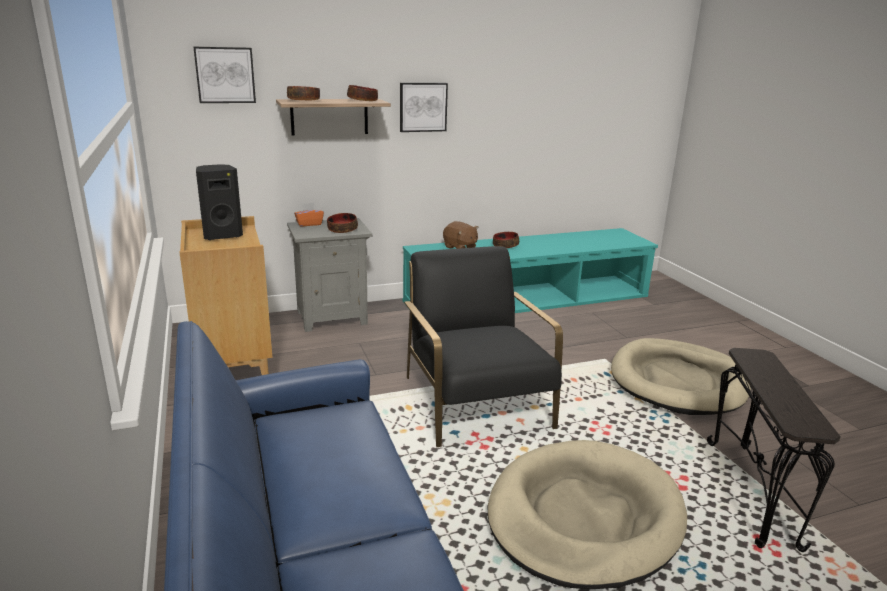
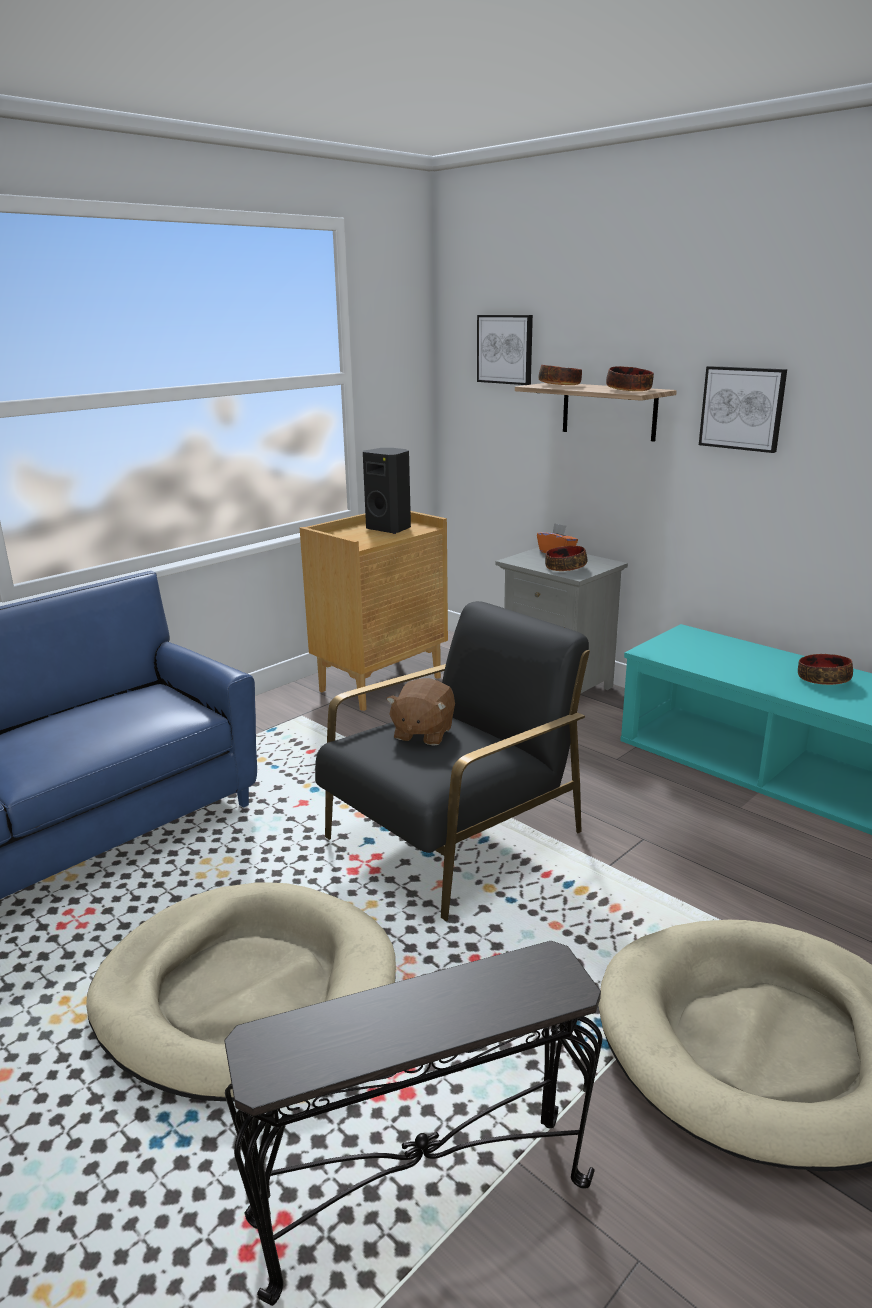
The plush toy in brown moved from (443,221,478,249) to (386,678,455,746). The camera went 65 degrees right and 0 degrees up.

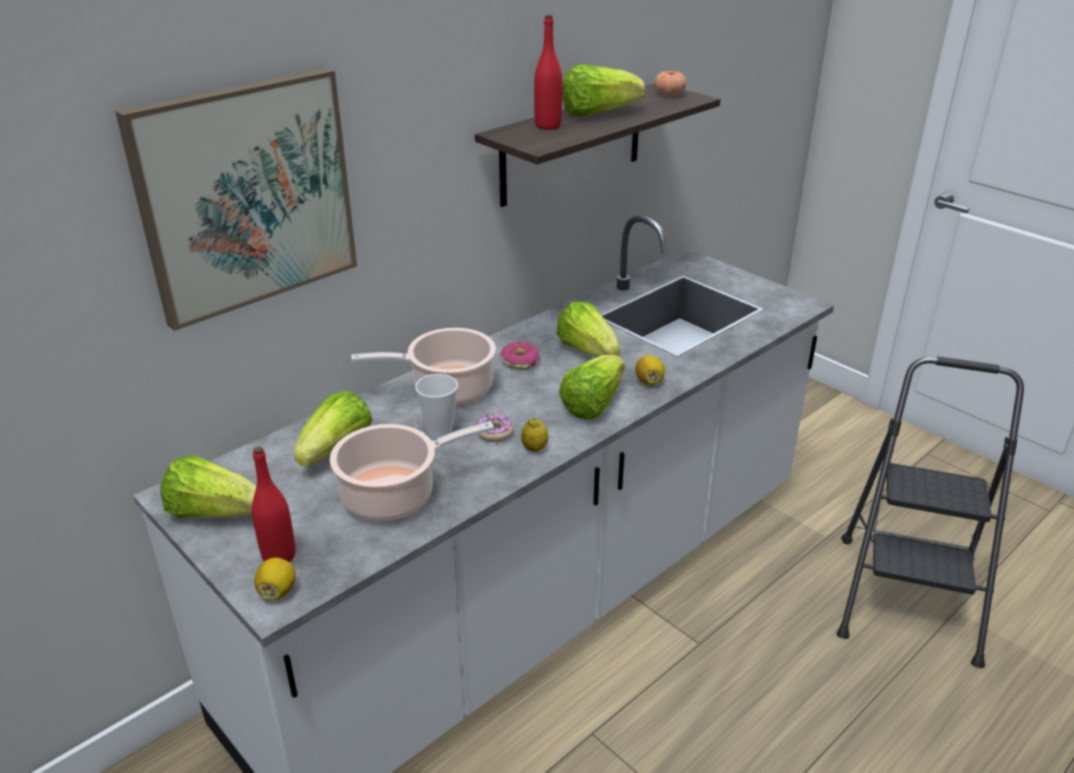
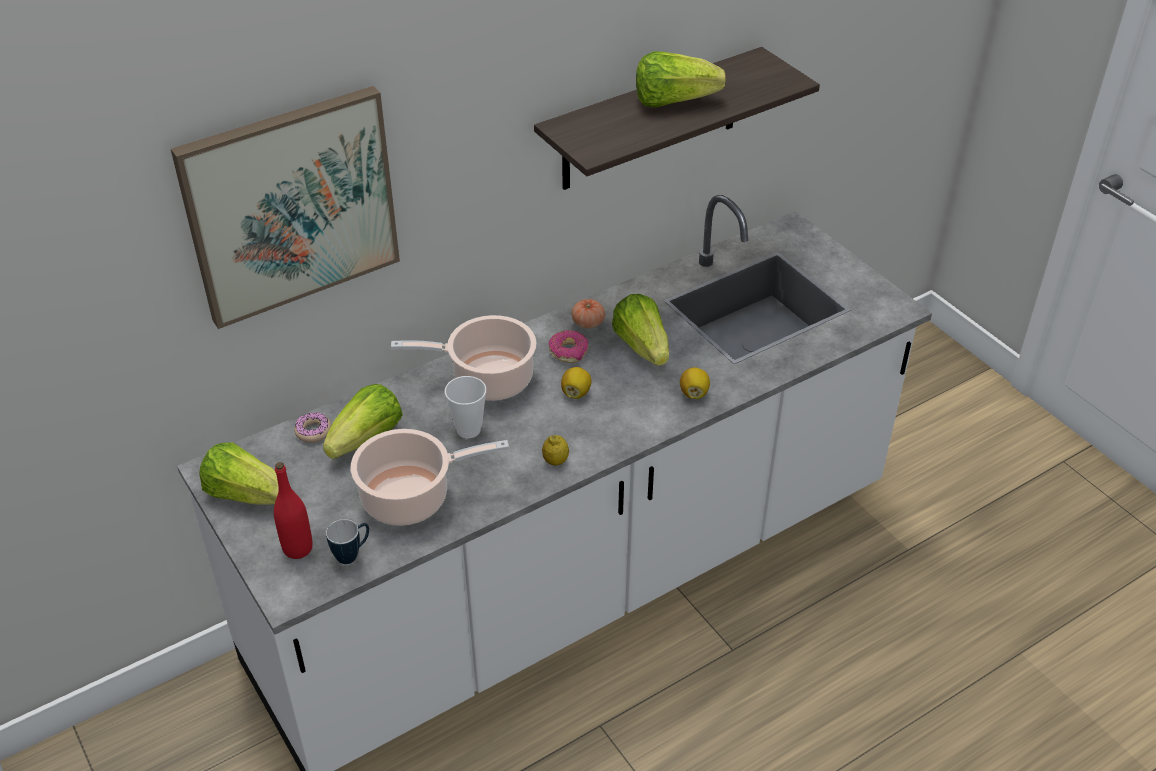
The donut moved from (477,414,514,442) to (294,412,332,443). The mug at (326,519,369,564) appeared. The lemon moved from (255,557,296,600) to (561,367,591,399). The tomato moved from (654,71,686,96) to (571,299,605,328). The bottle in red at (534,15,562,130) disappeared. The lettuce at (559,355,625,419) disappeared. The step ladder in black at (837,356,1024,668) disappeared. The camera went 10 degrees right and 10 degrees up.

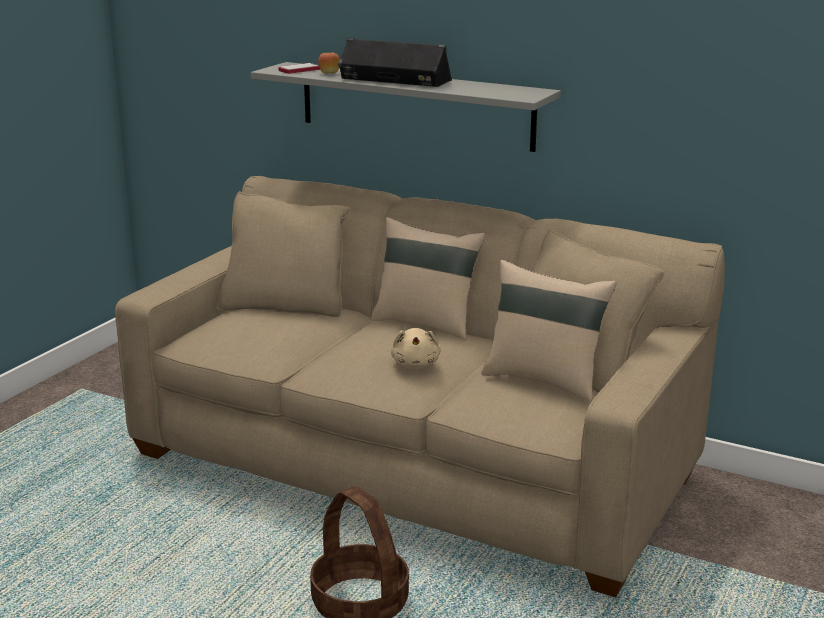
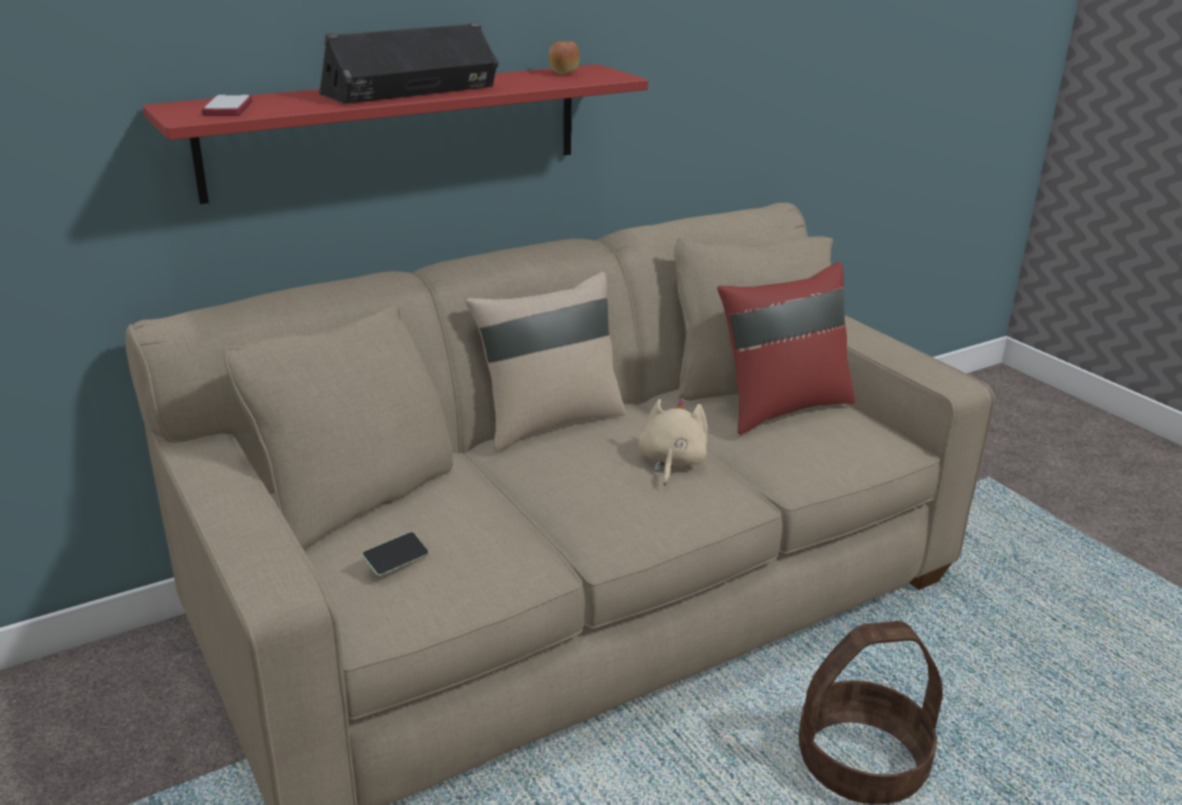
The shelf in grey at (251,62,561,152) became the shelf in red at (143,64,648,204). The phone at (361,532,429,576) appeared. The apple moved from (318,53,340,74) to (549,41,580,74). The plush toy in beige at (391,328,441,369) turned 105 degrees counterclockwise. The pillow in beige at (481,260,617,401) became the pillow in red at (717,262,855,435). The camera went 60 degrees left and 5 degrees up.

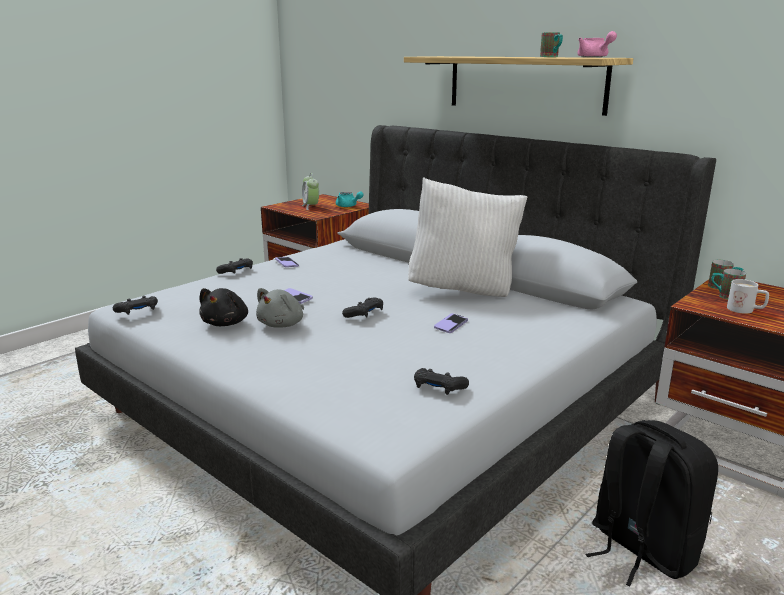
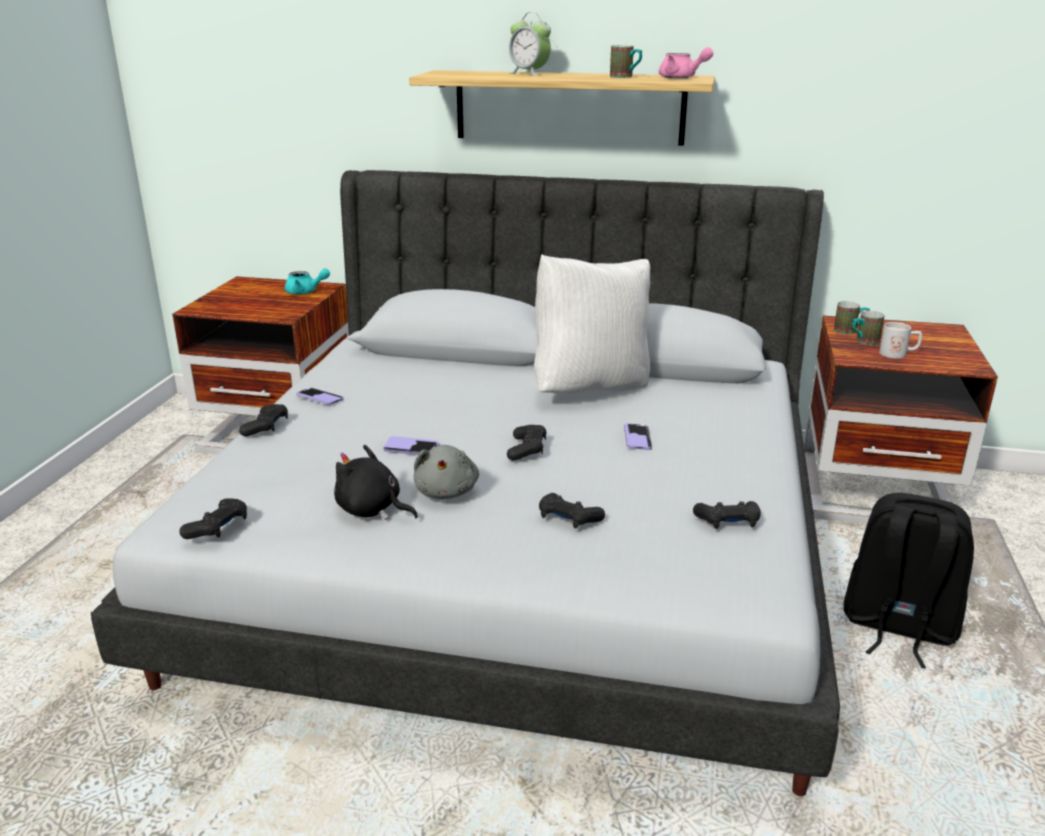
The plush toy in black at (199,288,248,326) turned 135 degrees clockwise. The alarm clock moved from (302,173,319,210) to (508,12,551,76). The game controller in black at (539,493,605,529) appeared. The camera went 30 degrees left and 5 degrees up.

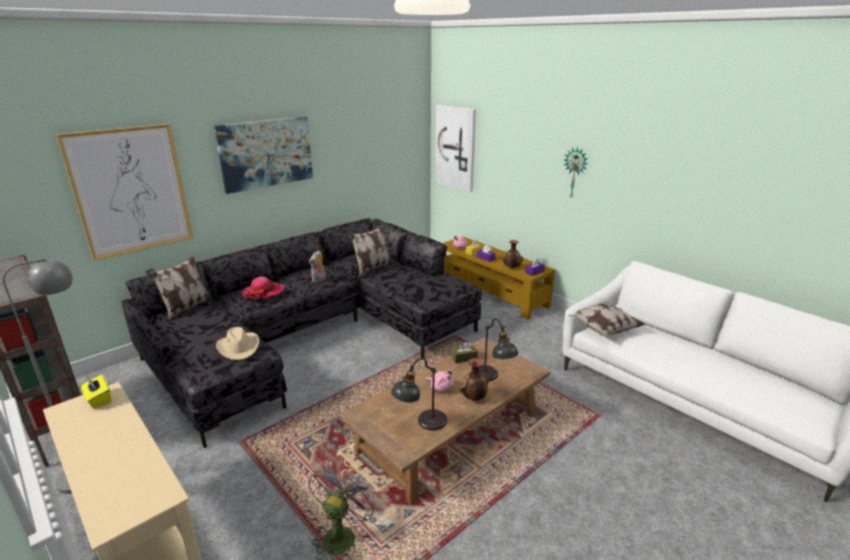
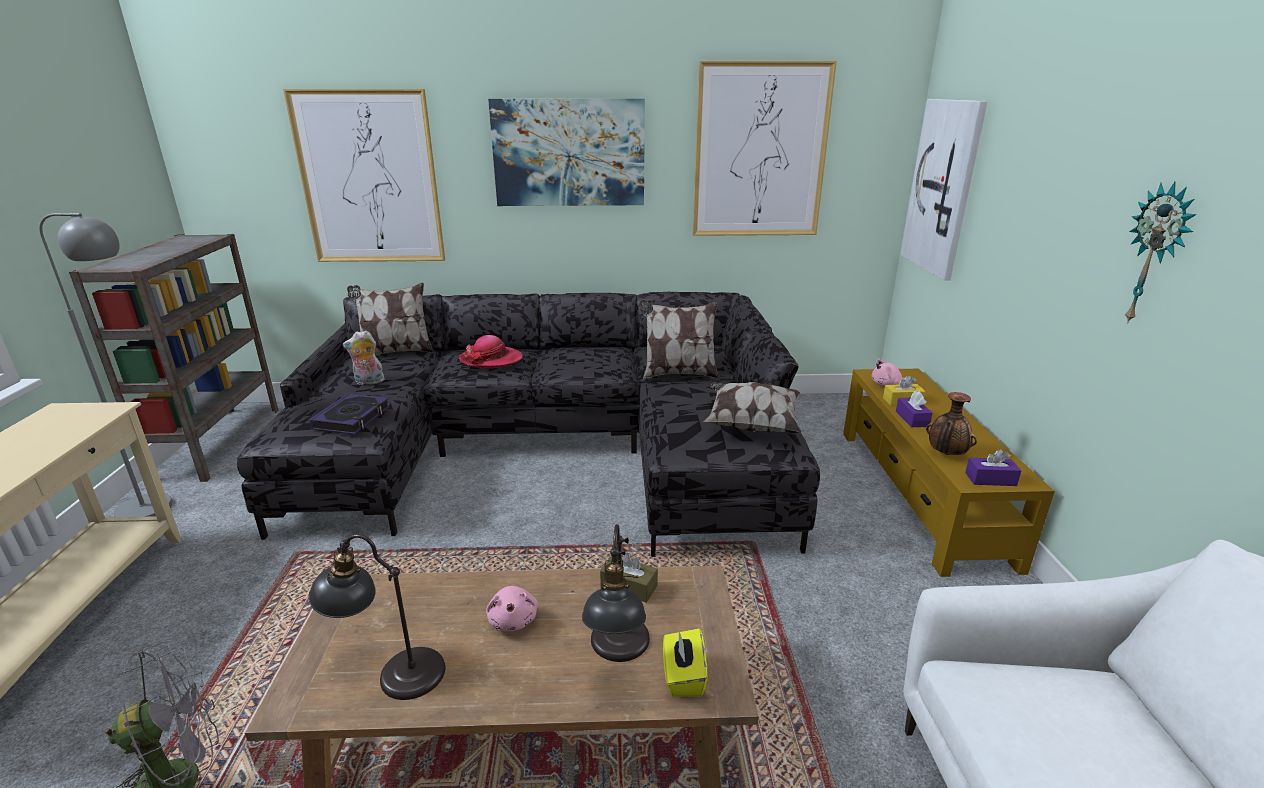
The hat in beige at (216,327,259,360) was replaced by the book at (310,394,390,435). The plush toy moved from (309,250,326,283) to (343,330,385,385). The tissue box in yellow moved from (81,374,111,408) to (663,629,708,696). The picture at (693,61,837,236) appeared. The pillow moved from (569,302,646,337) to (704,382,801,433). The vase at (460,358,489,400) disappeared. The camera went 40 degrees right and 0 degrees up.

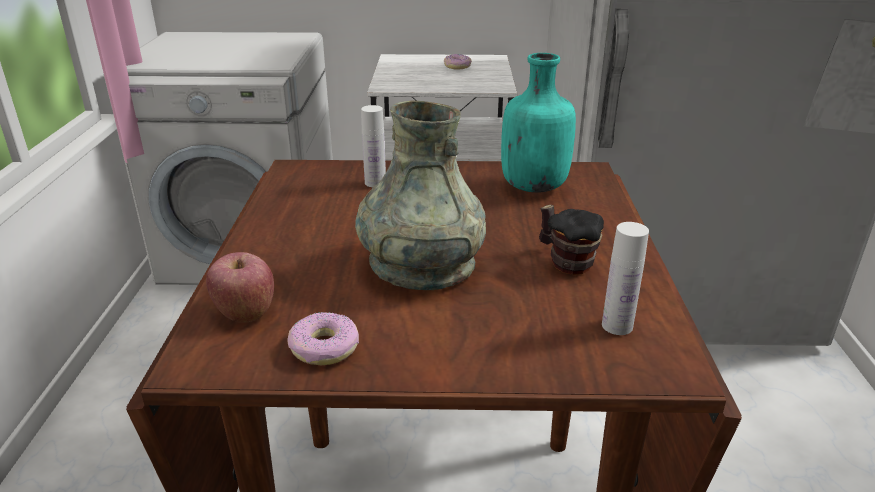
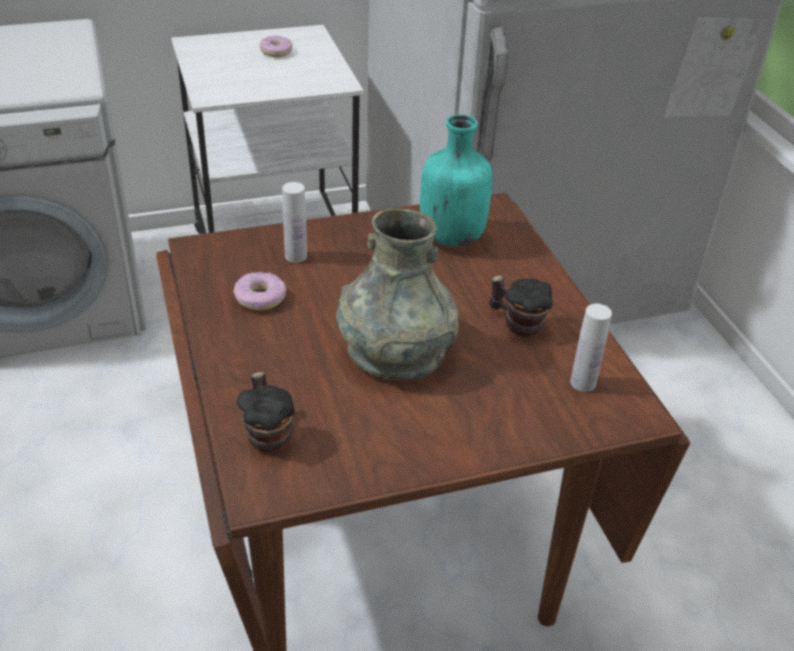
The donut moved from (287,312,359,366) to (234,272,287,311). The apple at (206,252,274,323) was replaced by the mug at (236,372,294,453). The camera went 20 degrees left and 10 degrees up.

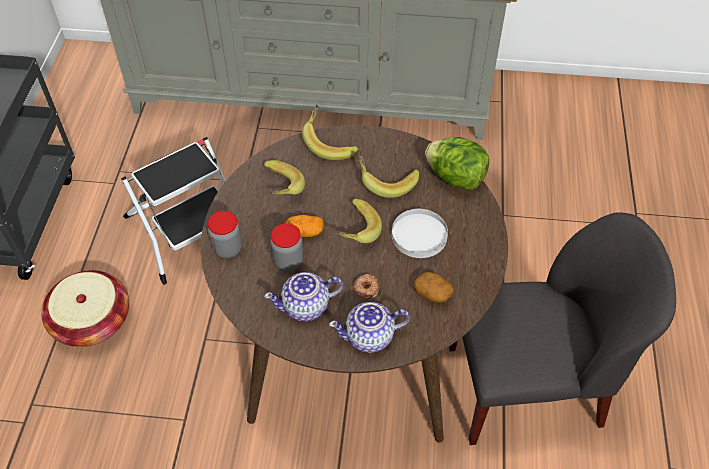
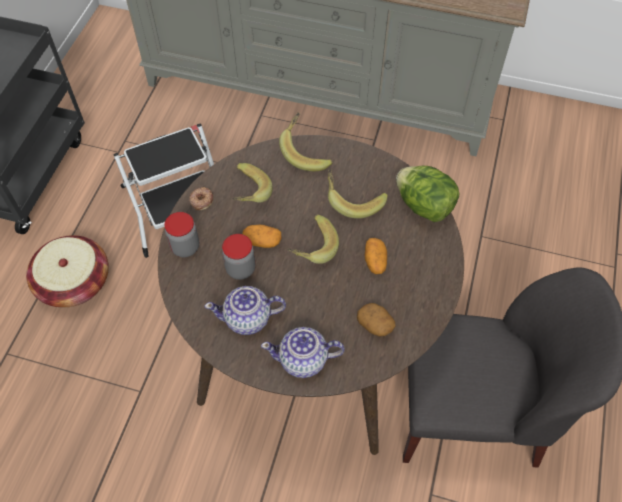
The donut moved from (353,274,380,300) to (189,187,213,210). The plate in white at (392,209,448,258) was replaced by the potato at (365,238,387,274). The camera went 10 degrees right and 5 degrees up.

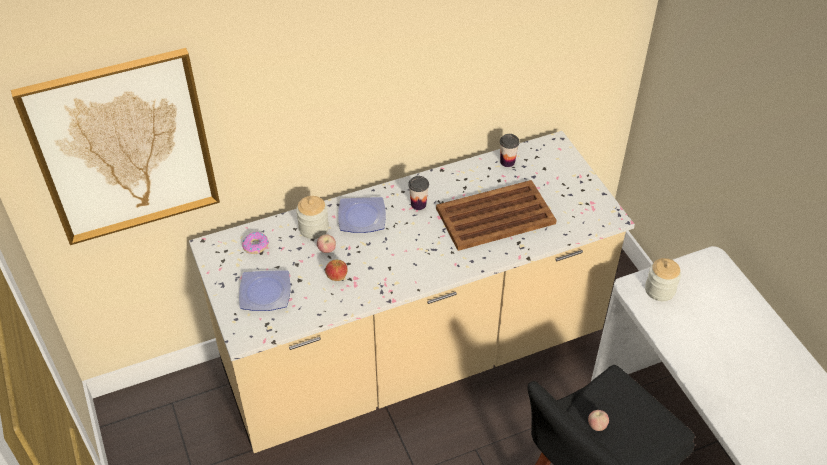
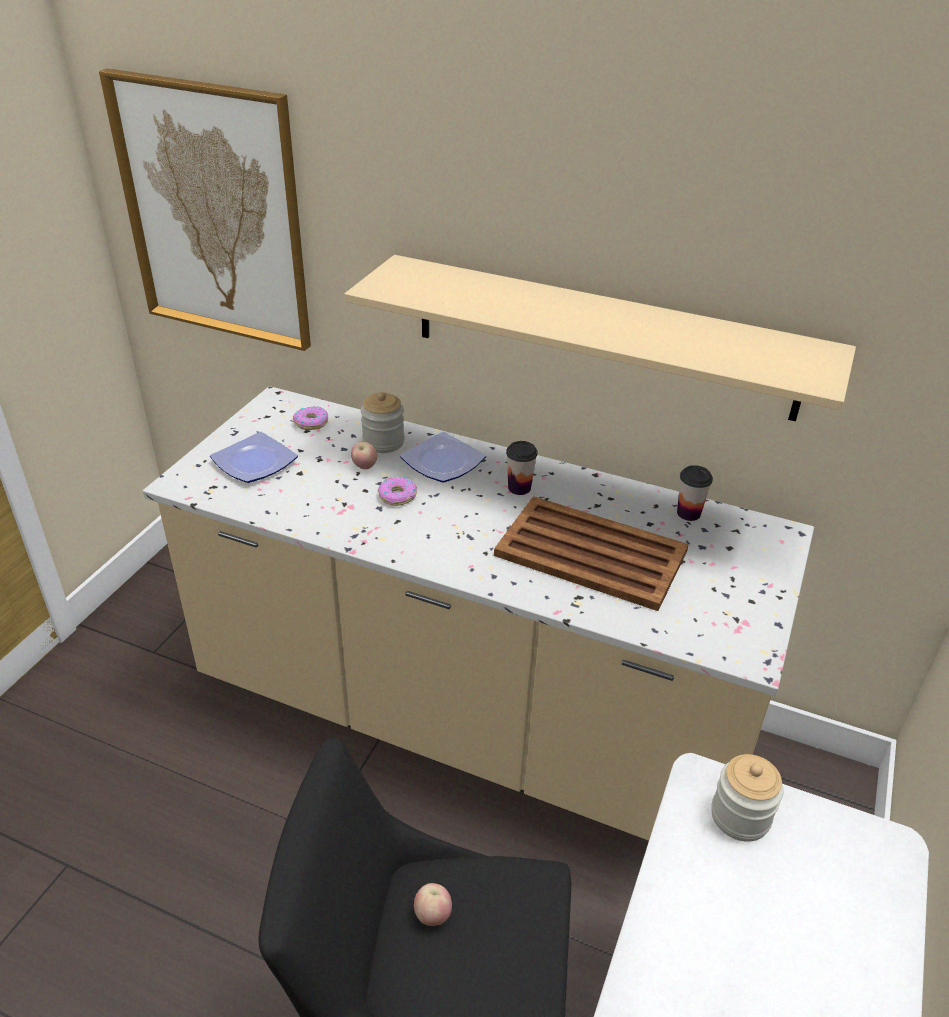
The shelf in beige at (344,255,856,421) appeared. The donut at (378,477,417,506) appeared. The apple at (325,260,347,281) disappeared. The camera went 45 degrees right and 10 degrees down.

